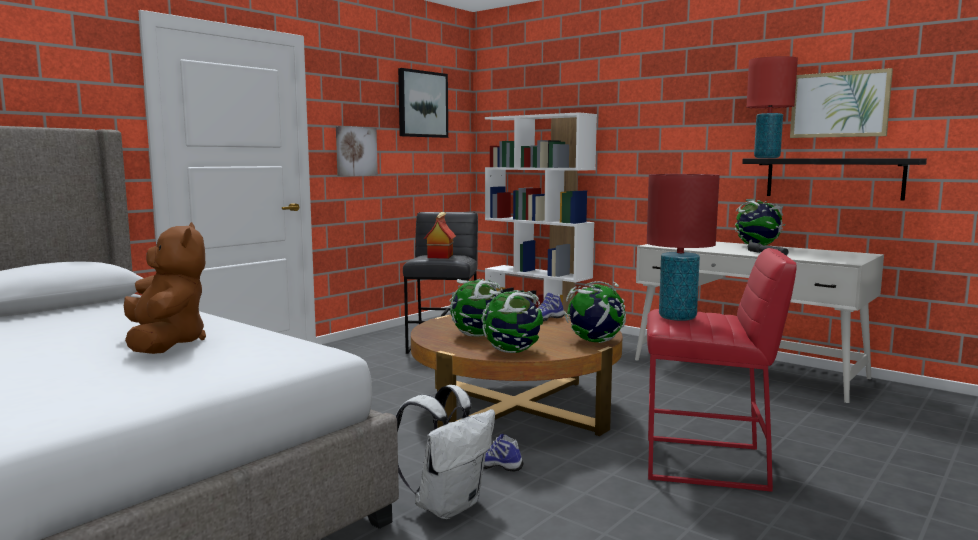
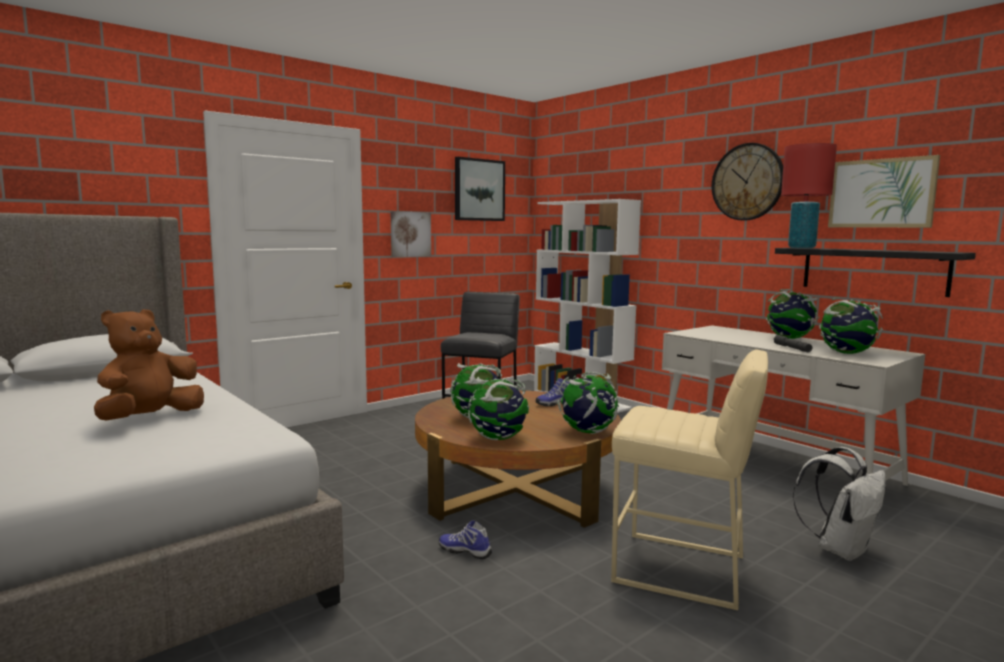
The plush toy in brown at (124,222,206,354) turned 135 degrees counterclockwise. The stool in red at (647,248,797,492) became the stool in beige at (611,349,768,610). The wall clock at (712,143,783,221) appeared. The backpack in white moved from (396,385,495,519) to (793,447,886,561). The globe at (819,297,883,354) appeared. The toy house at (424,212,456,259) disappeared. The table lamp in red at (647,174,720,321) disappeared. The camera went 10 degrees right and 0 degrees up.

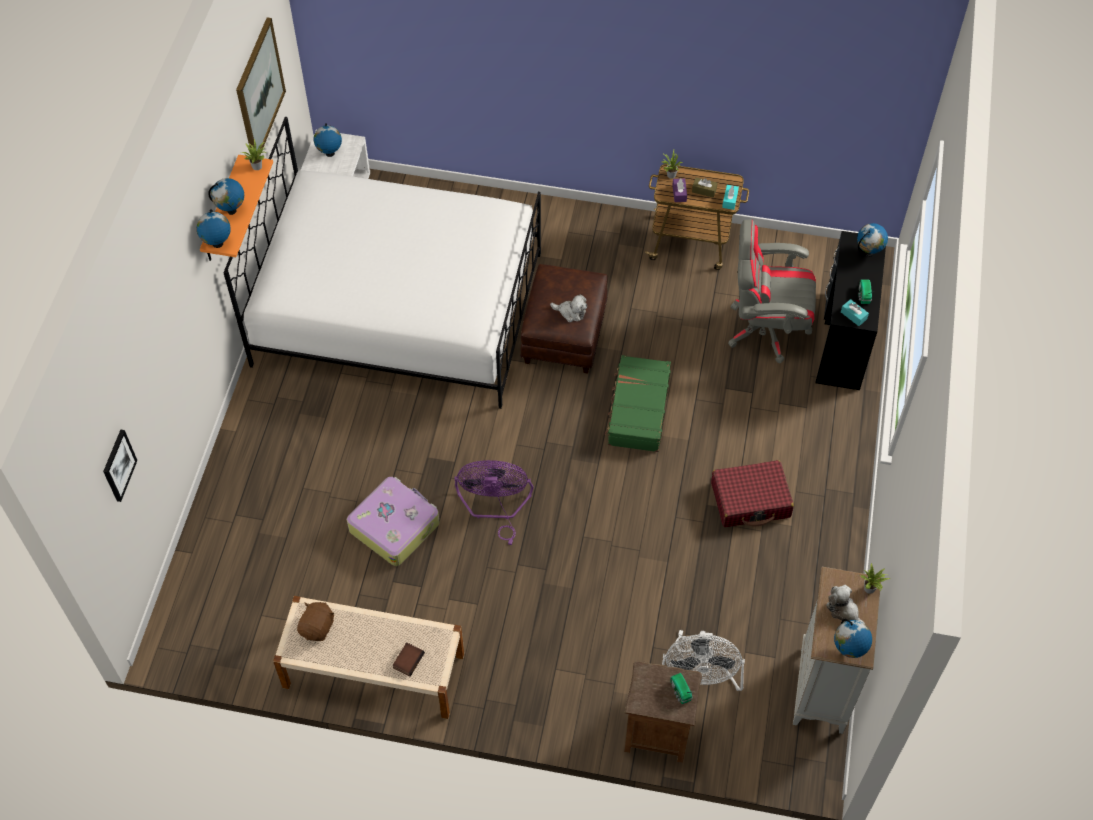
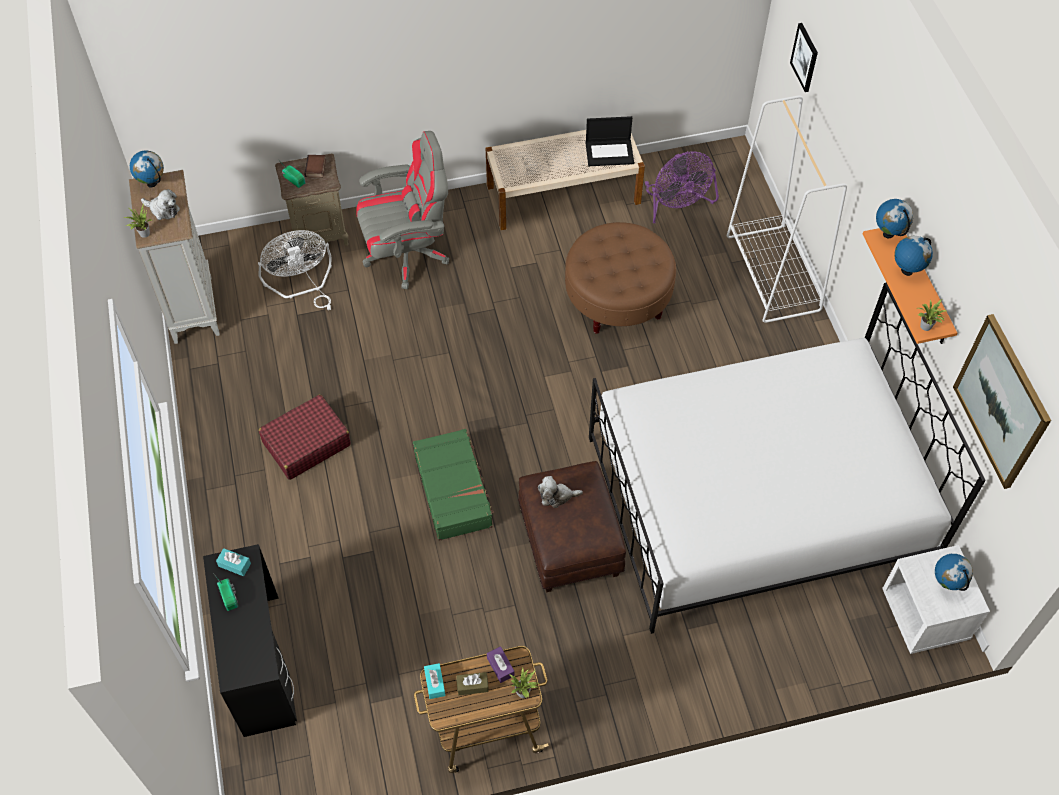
The book moved from (392,642,425,676) to (304,155,326,178). The office chair in grey moved from (728,219,816,363) to (356,131,449,289). The suitcase at (347,477,440,566) was replaced by the ottoman in brown at (565,222,676,334). The plush toy in brown at (297,602,335,641) was replaced by the laptop at (586,116,634,166). The fan in purple moved from (455,460,533,545) to (645,151,719,223). The clothes rack in white at (727,95,847,323) appeared. The globe at (857,223,888,257) disappeared. The camera went 155 degrees right and 0 degrees up.

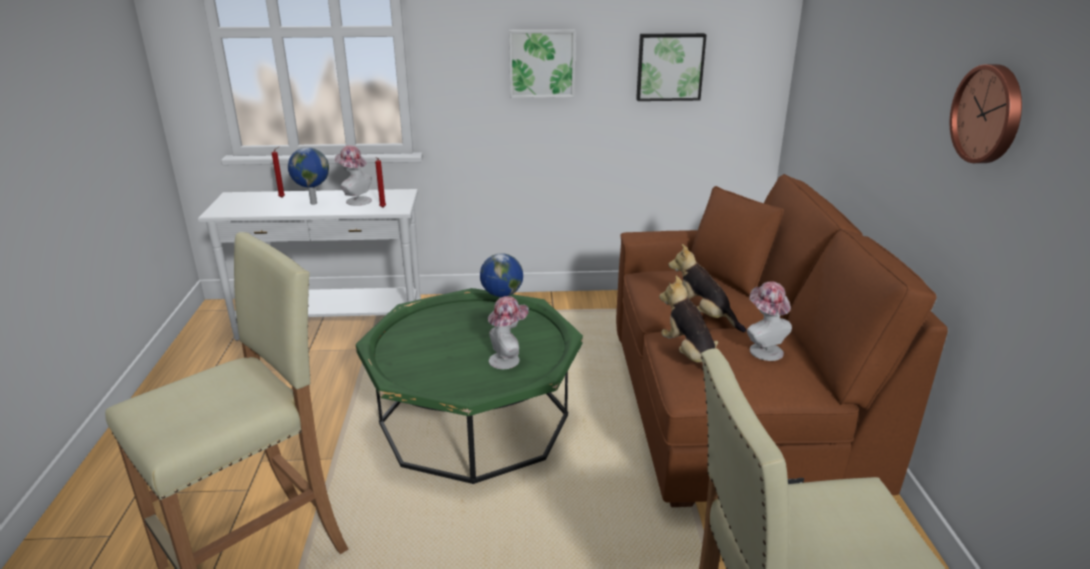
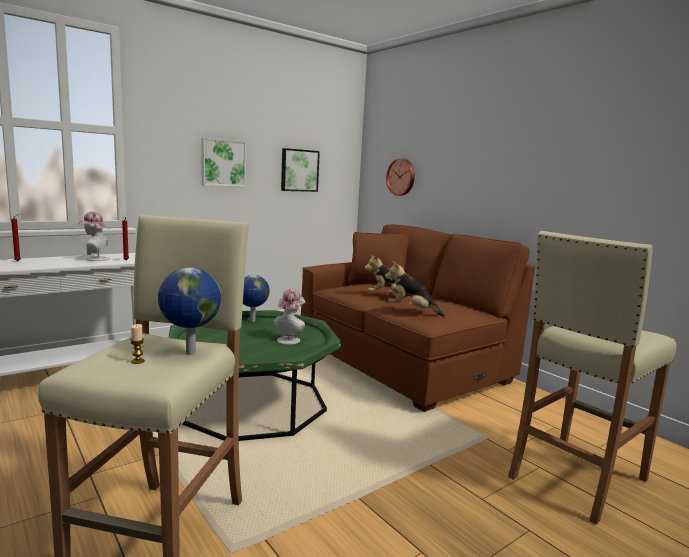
The candle at (130,324,145,364) appeared. The globe moved from (288,147,329,205) to (158,267,221,355). The wall clock moved from (950,64,1022,163) to (386,158,415,196). The hat at (747,281,792,361) disappeared. The camera went 35 degrees left and 15 degrees down.

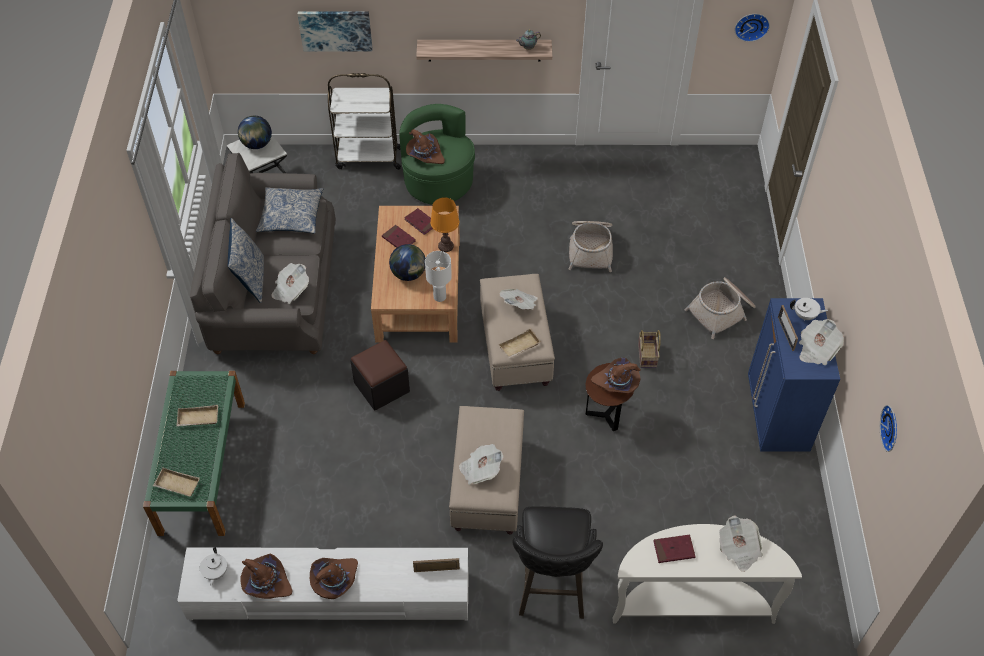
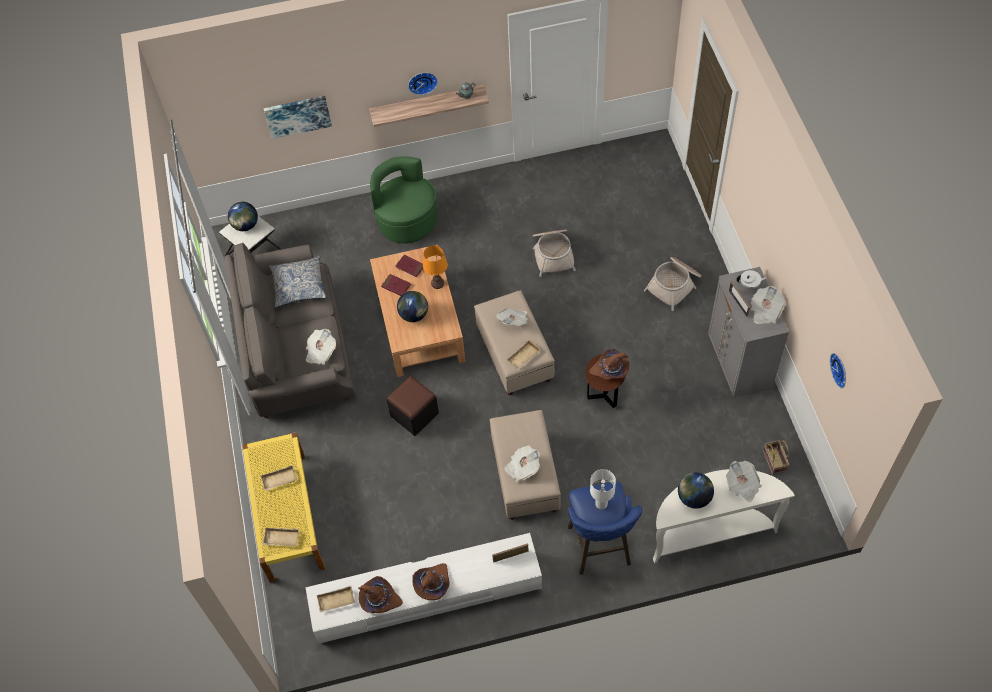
The bench in green at (143,371,245,536) became the bench in yellow at (242,432,325,583). The teapot in white at (200,547,227,586) was replaced by the tray in beige at (317,586,355,612). The wall clock moved from (735,14,770,42) to (408,73,438,95). The stool in black at (512,506,603,619) became the stool in blue at (568,482,642,575). The table lamp in white moved from (425,251,452,302) to (590,469,616,509). The book in red at (653,534,696,563) was replaced by the globe at (678,473,714,509). The cabinet in blue at (748,298,840,451) became the cabinet in grey at (708,267,789,397). The basket moved from (638,330,661,368) to (763,440,789,475). The pillow at (227,218,264,303) disappeared. The cart in white at (328,73,401,170) disappeared. The hat in brown at (406,129,445,164) disappeared. The camera went 10 degrees left and 5 degrees up.

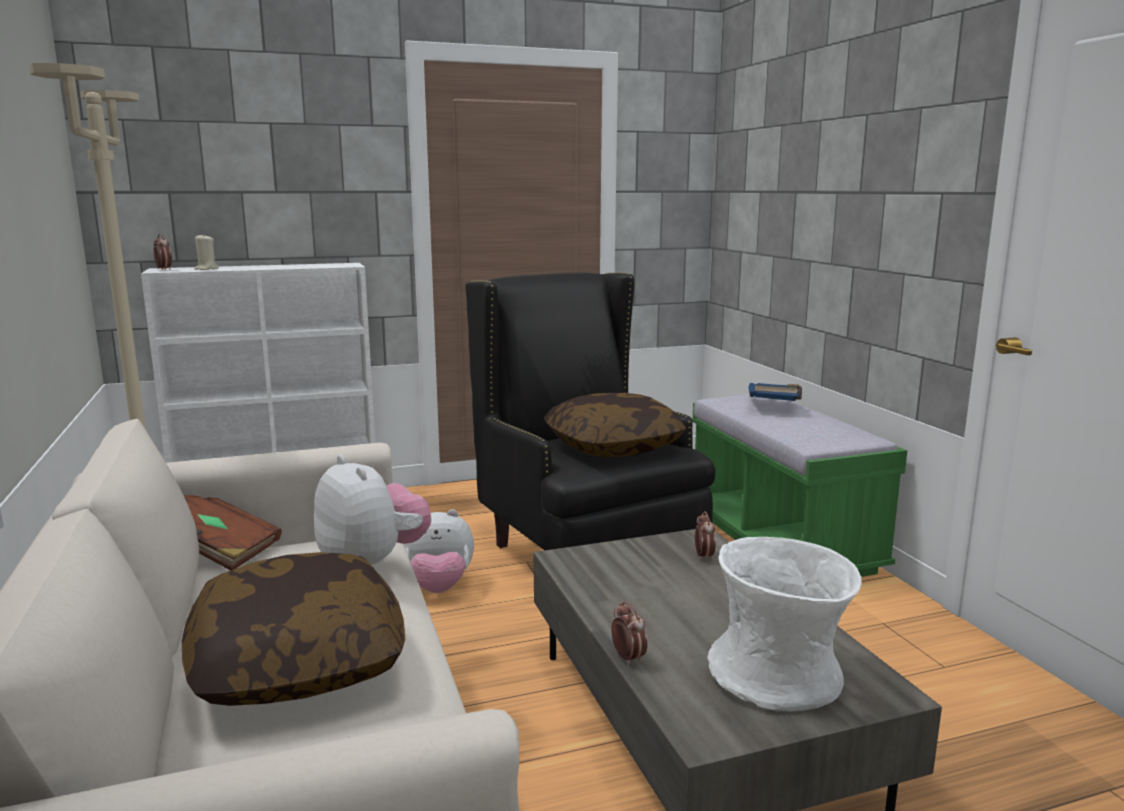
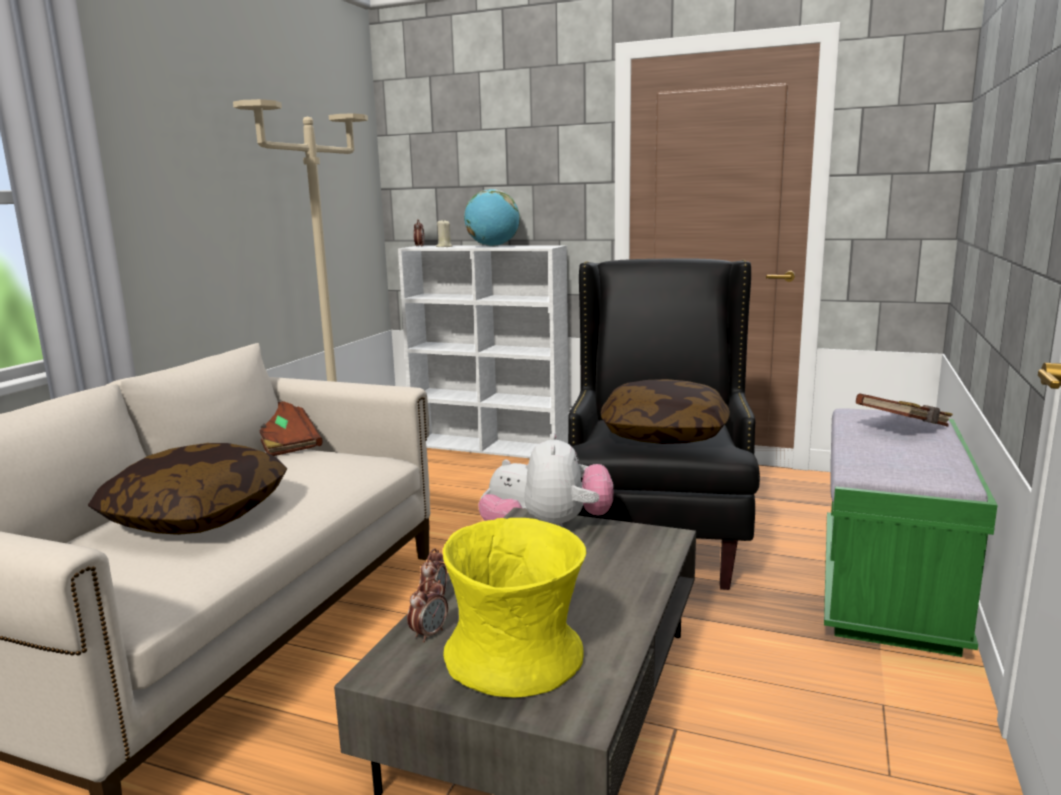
The alarm clock moved from (695,511,716,561) to (407,578,448,642). The vase in white at (707,537,862,711) became the vase in yellow at (443,518,587,698). The globe at (464,189,520,247) appeared. The plush toy moved from (314,455,431,568) to (524,433,614,527). The book in blue at (749,383,802,401) became the book in brown at (856,393,953,427). The camera went 40 degrees right and 0 degrees up.

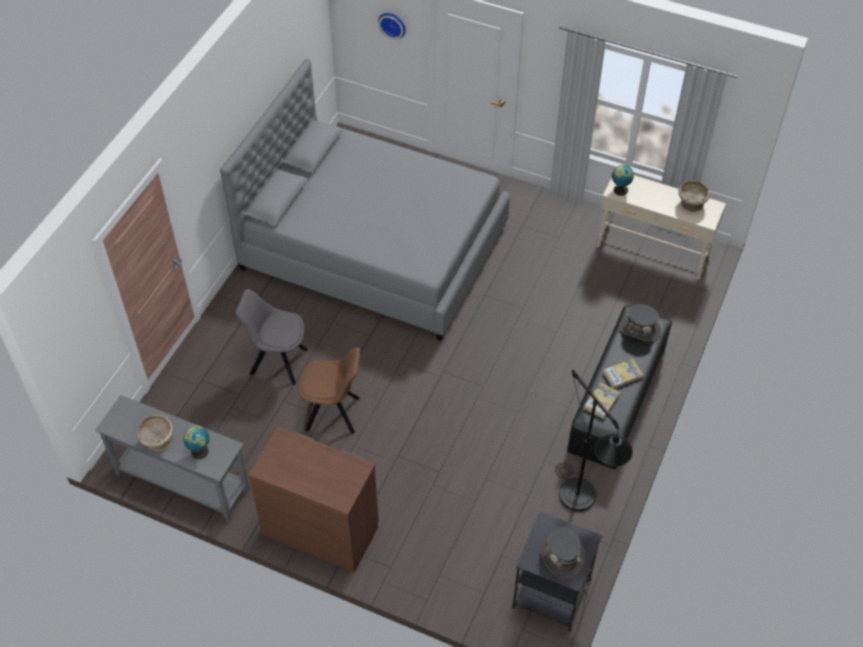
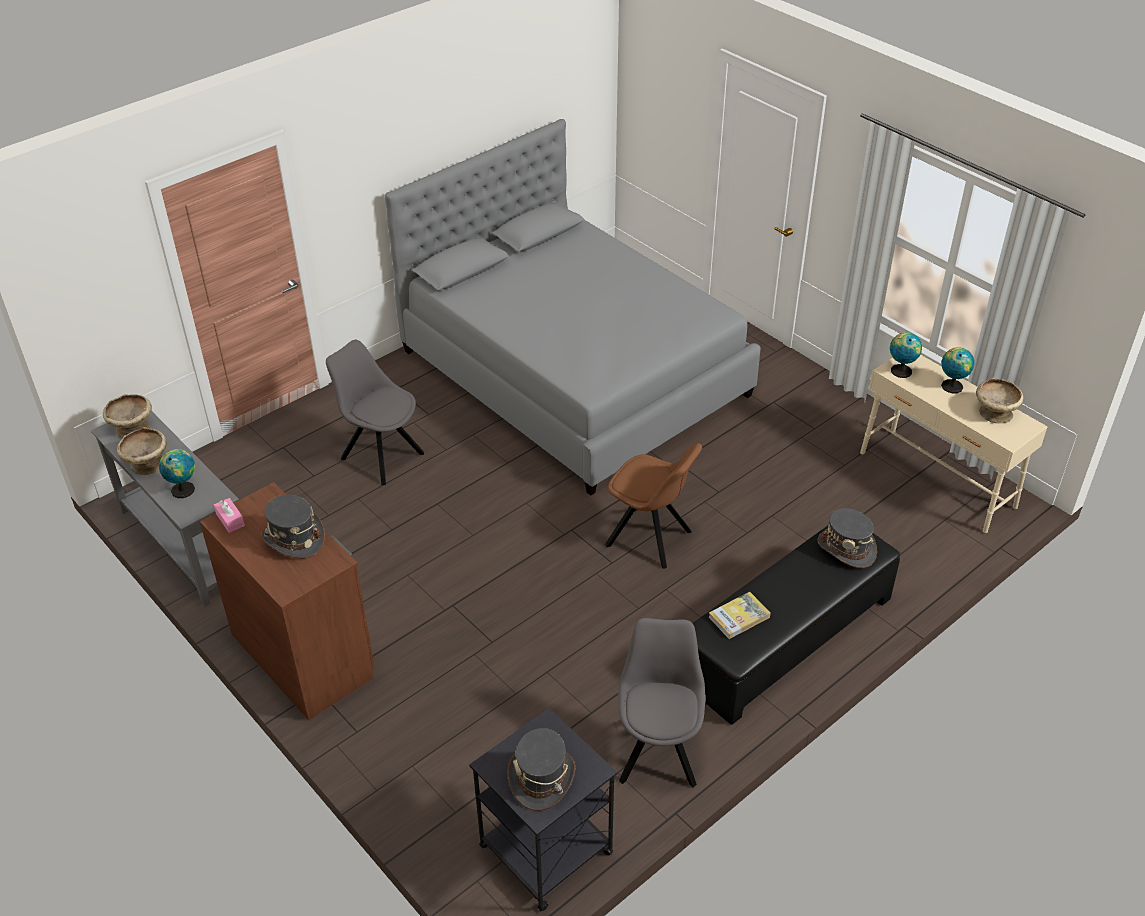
The bowl in beige at (103,394,152,438) appeared. The tissue box in pink at (214,498,245,533) appeared. The hat in grey at (261,495,325,558) appeared. The chair in brown moved from (299,347,361,434) to (605,443,702,569). The floor lamp in black at (555,370,633,511) was replaced by the chair in grey at (618,618,706,788). The globe at (941,347,974,393) appeared. The wall clock at (378,13,406,39) disappeared. The book at (603,359,643,389) disappeared. The camera went 25 degrees right and 10 degrees down.

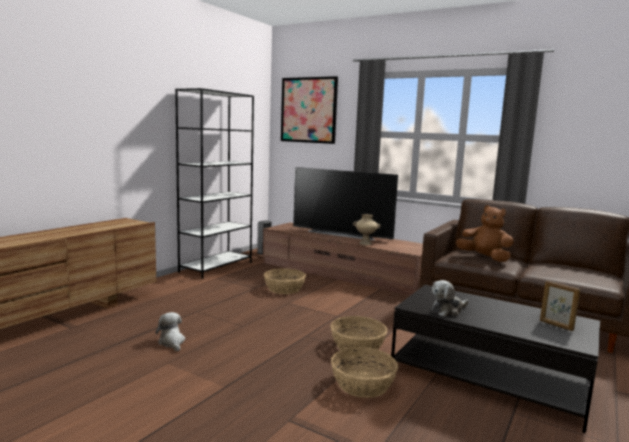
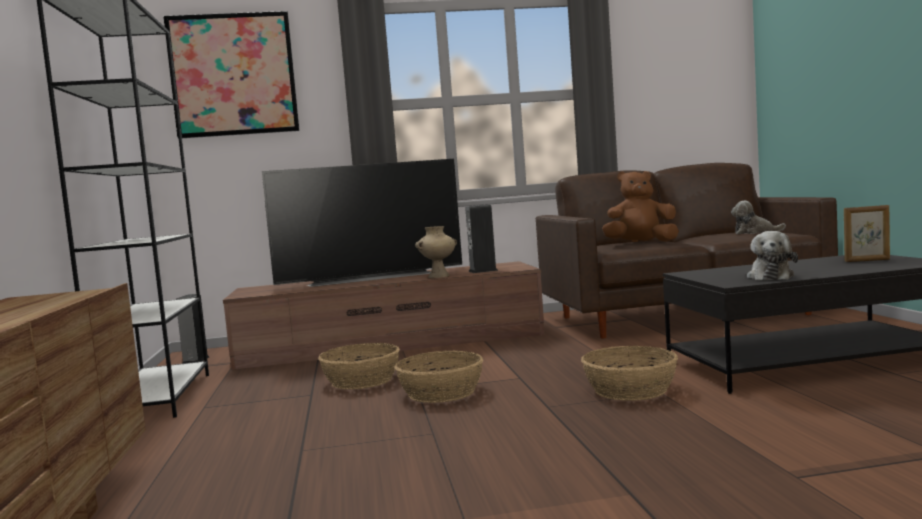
The basket moved from (331,347,398,398) to (394,351,483,403). The speaker at (465,205,498,273) appeared. The plush toy moved from (155,312,185,351) to (731,201,786,234). The camera went 40 degrees left and 5 degrees down.

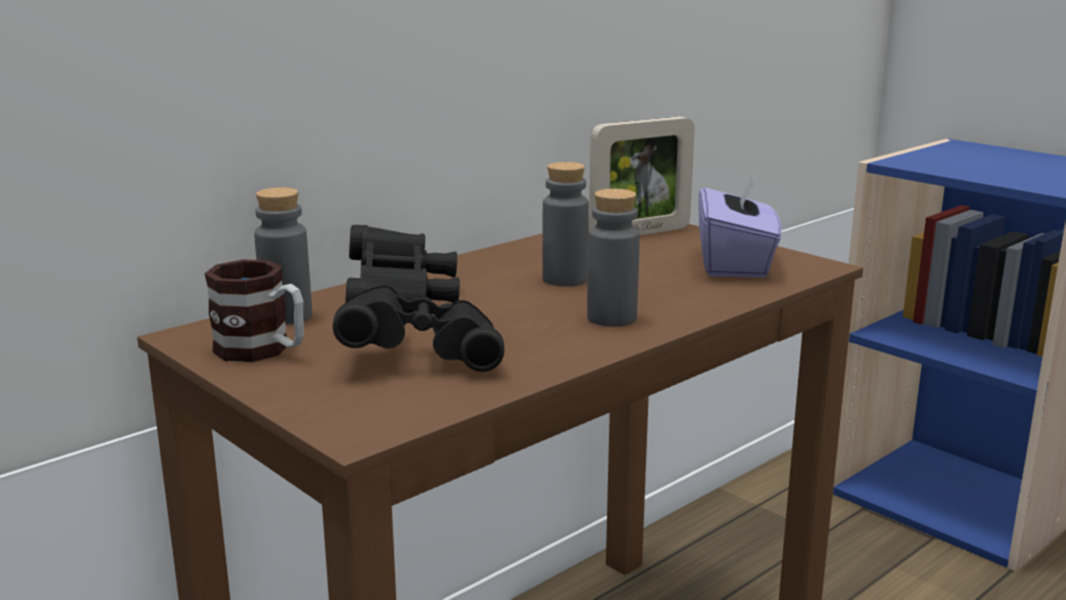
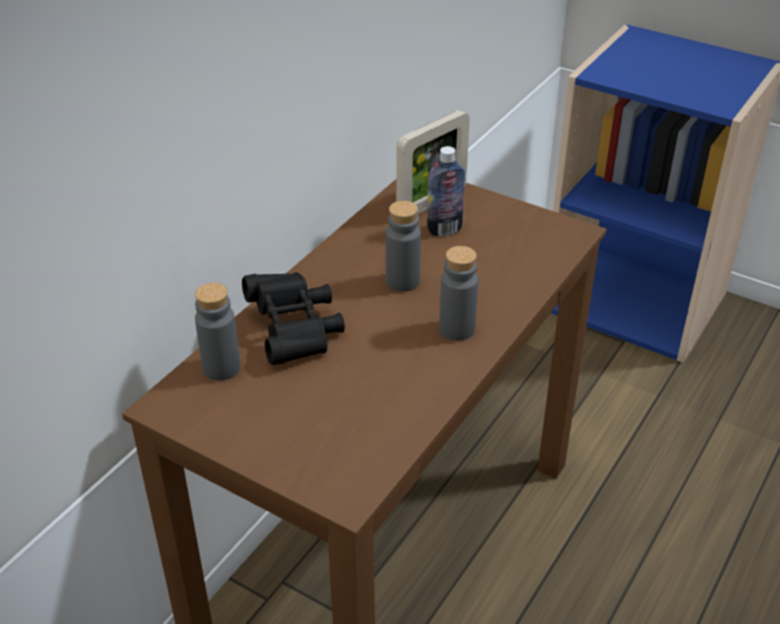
The bottle at (427,146,465,236) appeared. The mug at (204,260,304,362) disappeared. The binoculars in black at (333,285,504,372) disappeared. The tissue box in purple at (699,170,782,278) disappeared. The camera went 15 degrees left and 20 degrees up.

